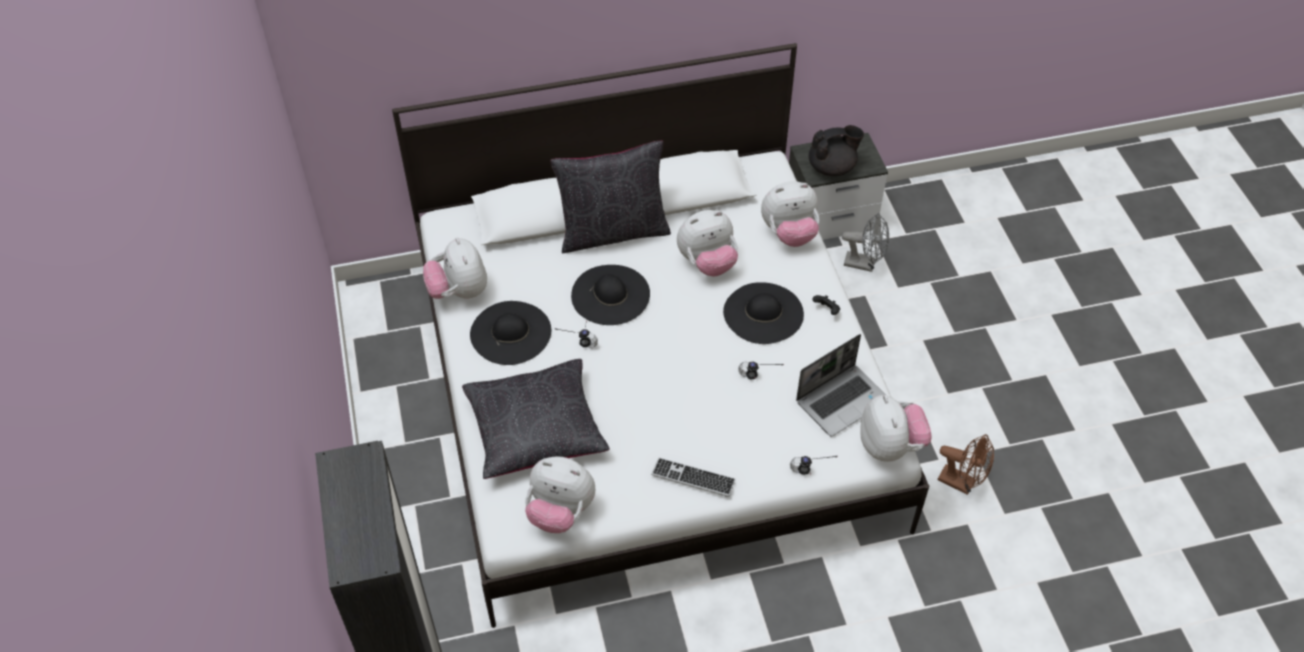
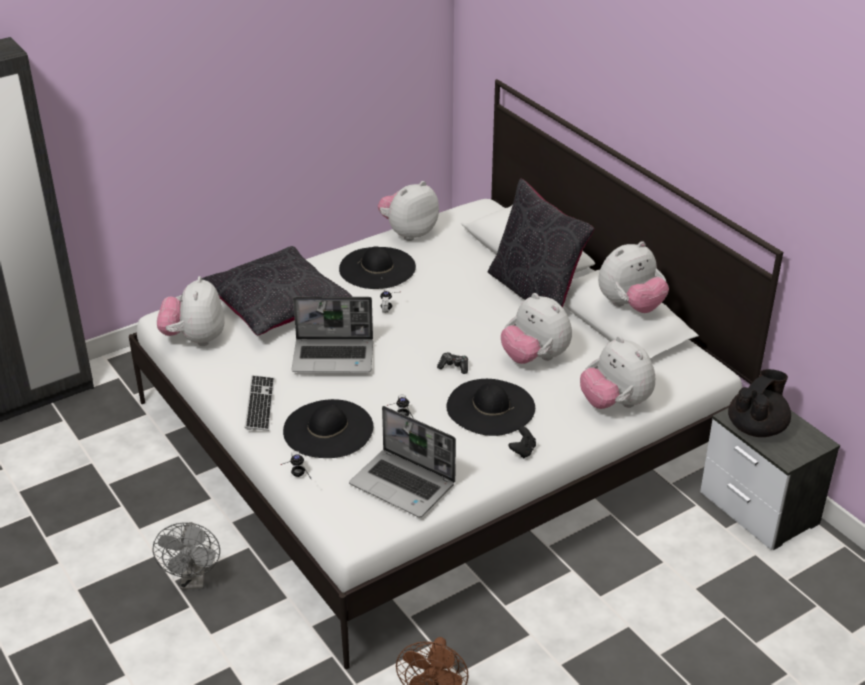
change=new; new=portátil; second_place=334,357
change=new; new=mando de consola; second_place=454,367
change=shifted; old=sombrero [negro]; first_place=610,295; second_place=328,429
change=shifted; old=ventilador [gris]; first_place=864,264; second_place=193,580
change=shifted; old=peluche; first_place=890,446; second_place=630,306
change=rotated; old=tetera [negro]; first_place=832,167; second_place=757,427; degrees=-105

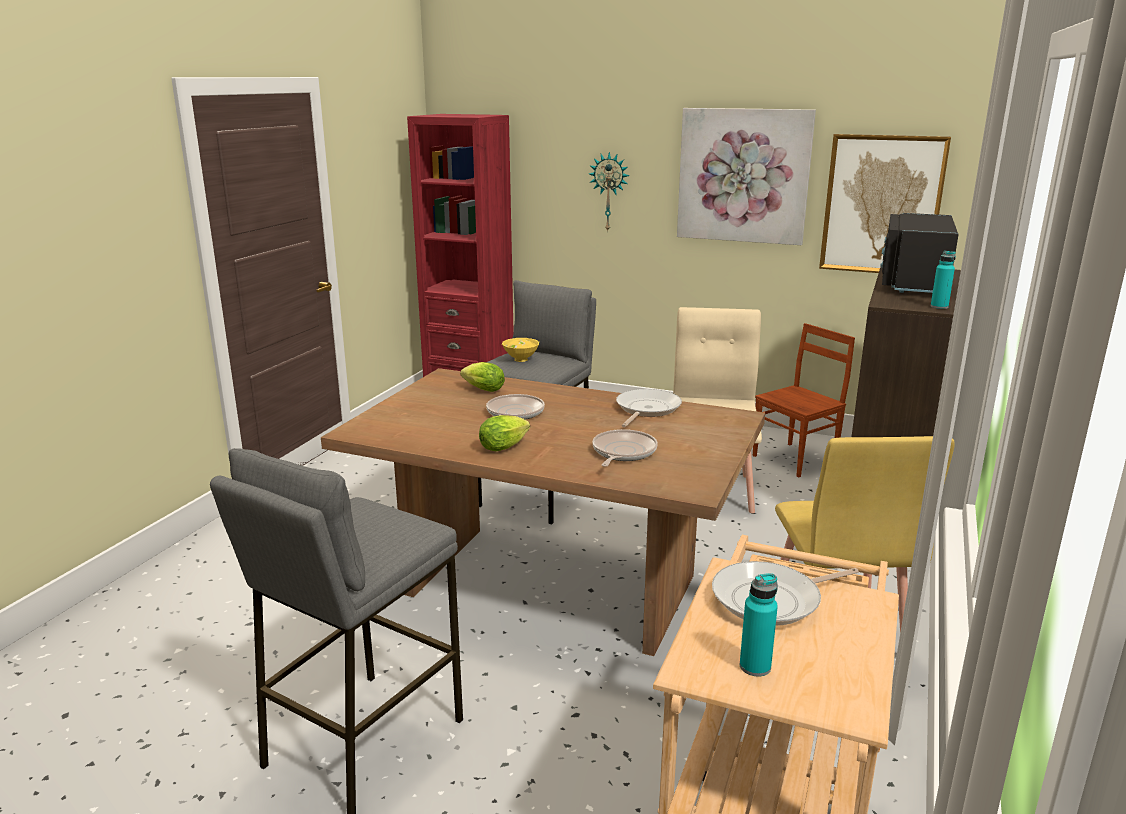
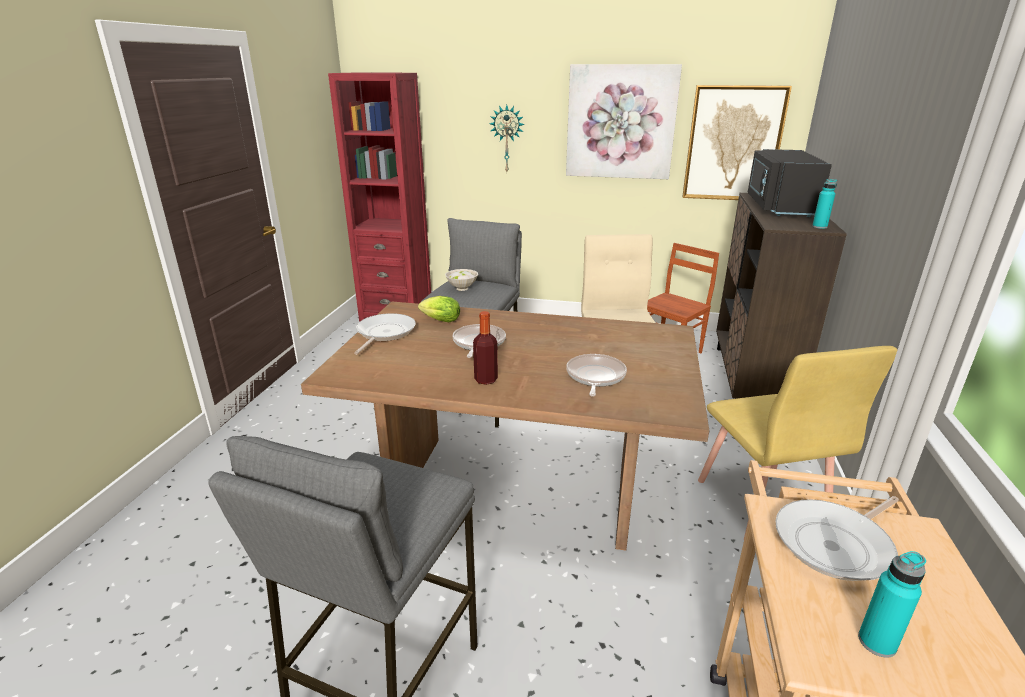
change=shifted; old=sartén; first_place=646,409; second_place=384,333
change=swapped; old=lechuga; new=botella; first_place=506,447; second_place=486,380
change=repainted; old=cuenco [amarillo]; new=cuenco [blanco]; first_place=521,359; second_place=463,288

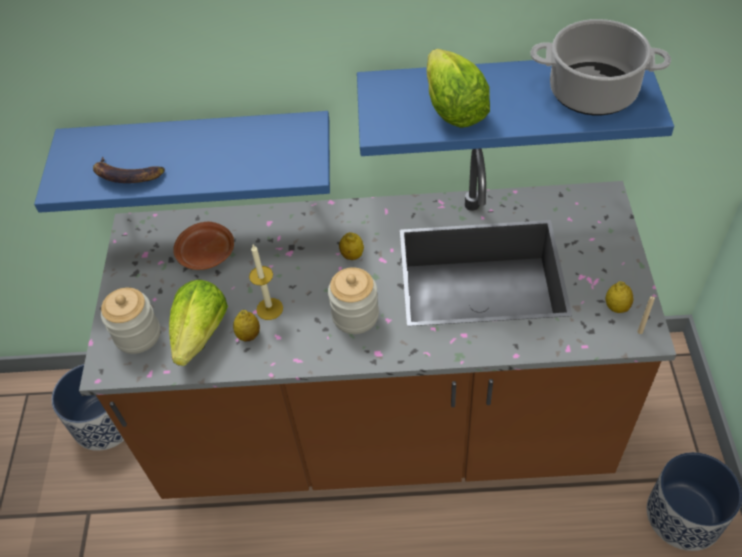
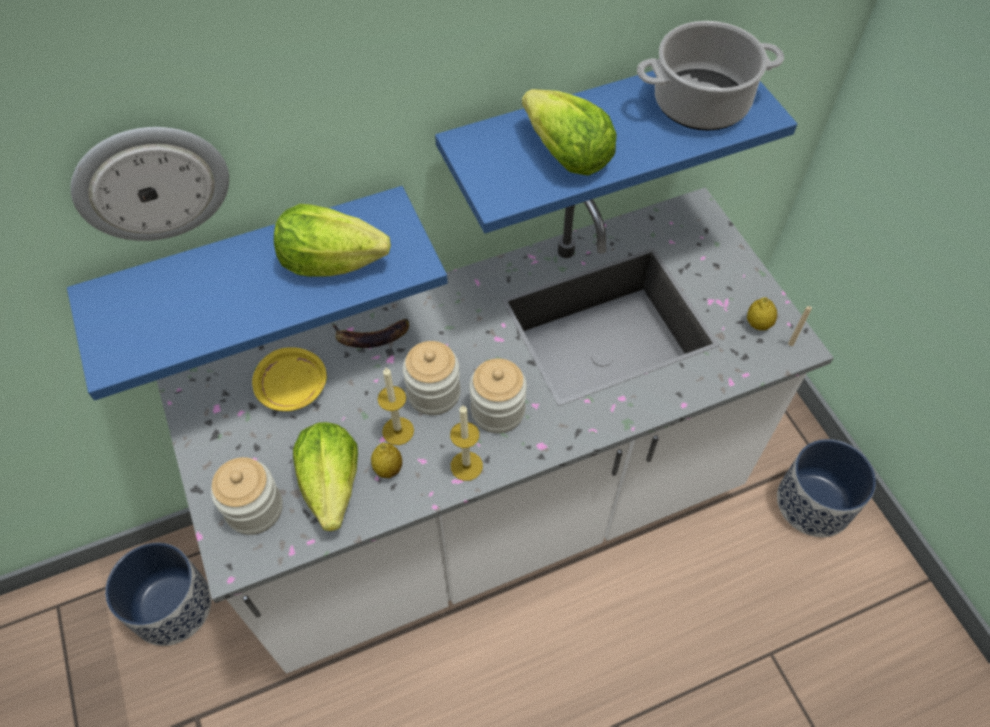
change=gone; old=limón; first_place=352,255
change=new; new=reloj de pared; second_place=151,183
change=new; new=lechuga; second_place=331,262
change=new; new=tarro; second_place=433,393
change=new; new=vela; second_place=466,466
change=shifted; old=plátano; first_place=127,176; second_place=371,337
change=repainted; old=mueble bajo de cocina [marrón]; new=mueble bajo de cocina [blanco]; first_place=384,429; second_place=495,511
change=repainted; old=plato [marrón]; new=plato [amarillo]; first_place=206,254; second_place=292,387

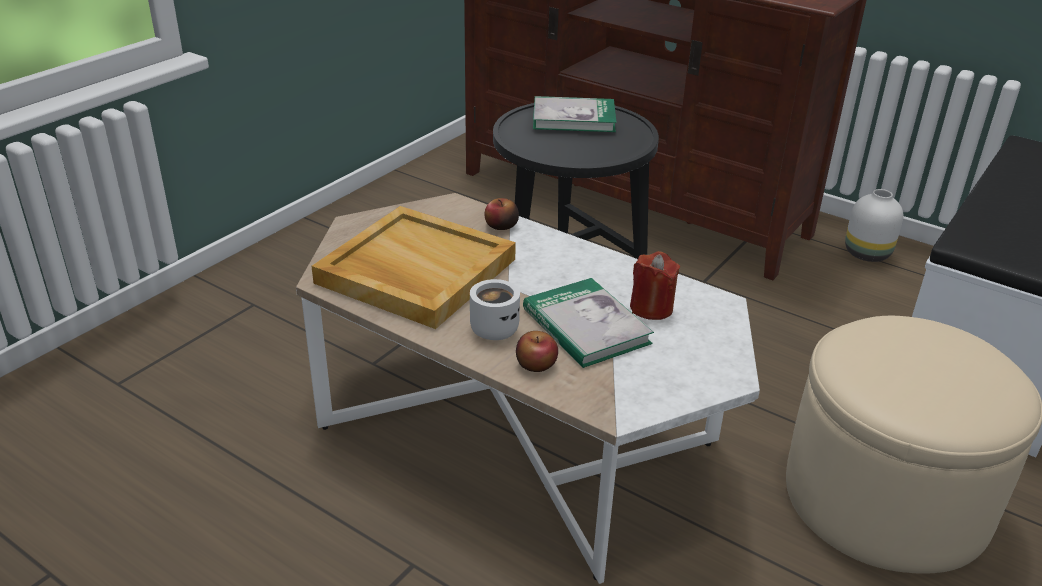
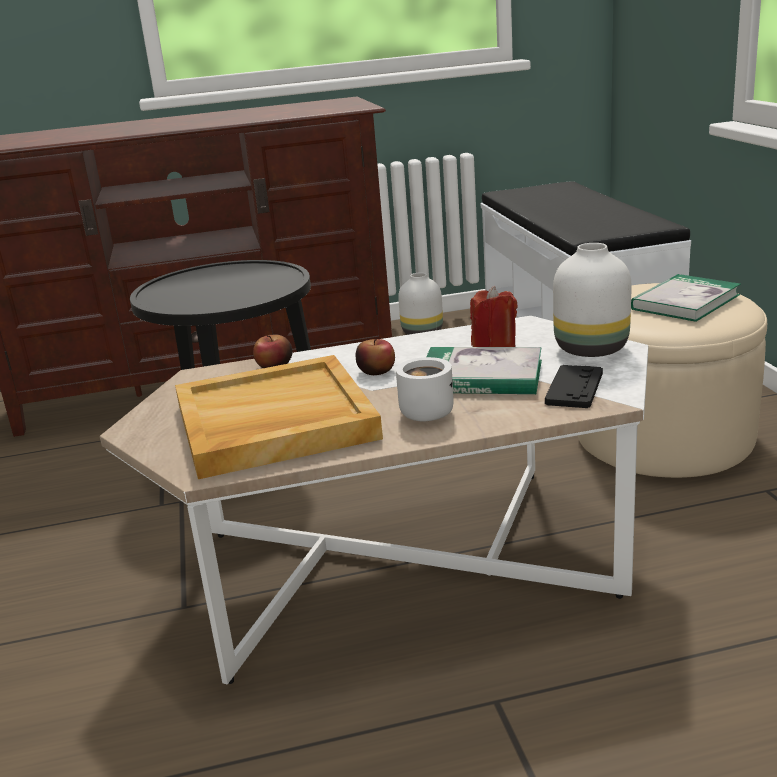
change=new; new=mando de consola [negro]; second_place=574,388
change=new; new=florero [blanco]; second_place=593,349
change=shifted; old=manzana; first_place=536,364; second_place=376,371
change=shifted; old=libro; first_place=573,118; second_place=685,302

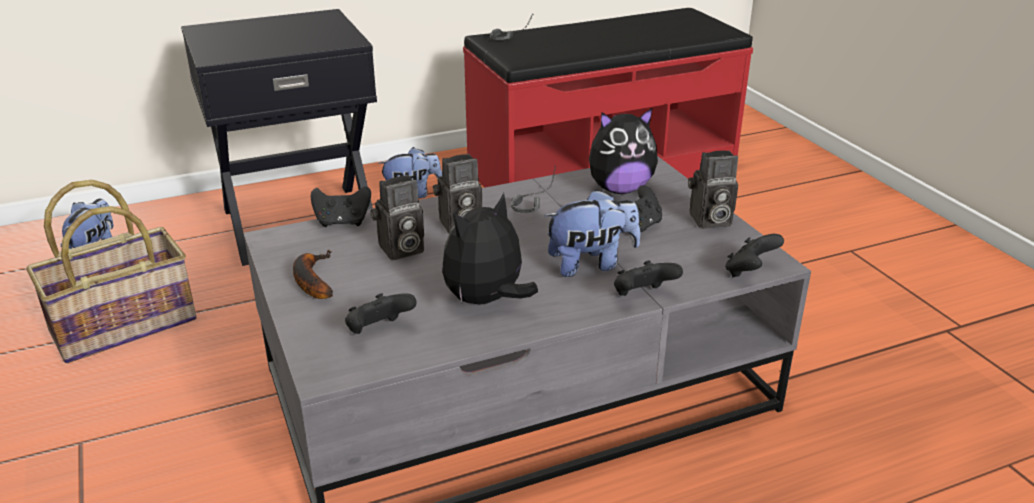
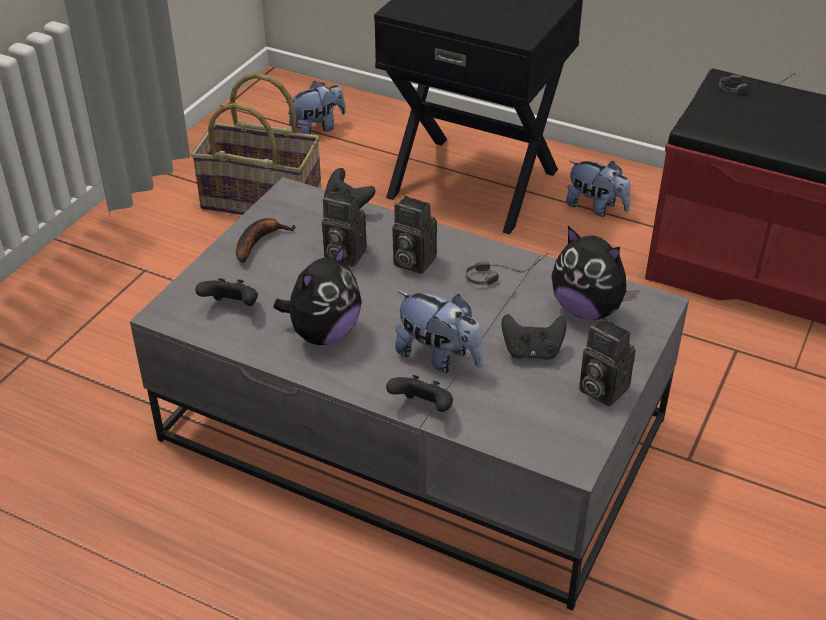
change=gone; old=mando de consola [negro]; first_place=749,272
change=rotated; old=peluche; first_place=486,301; second_place=323,333; degrees=120

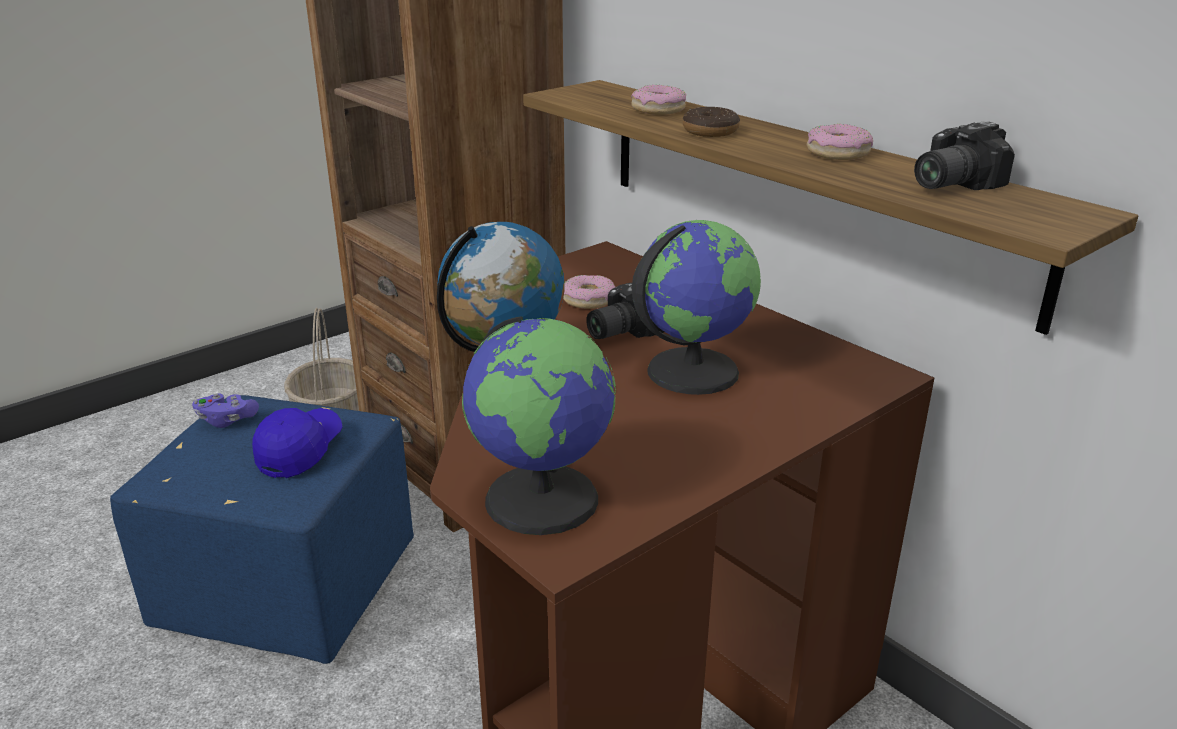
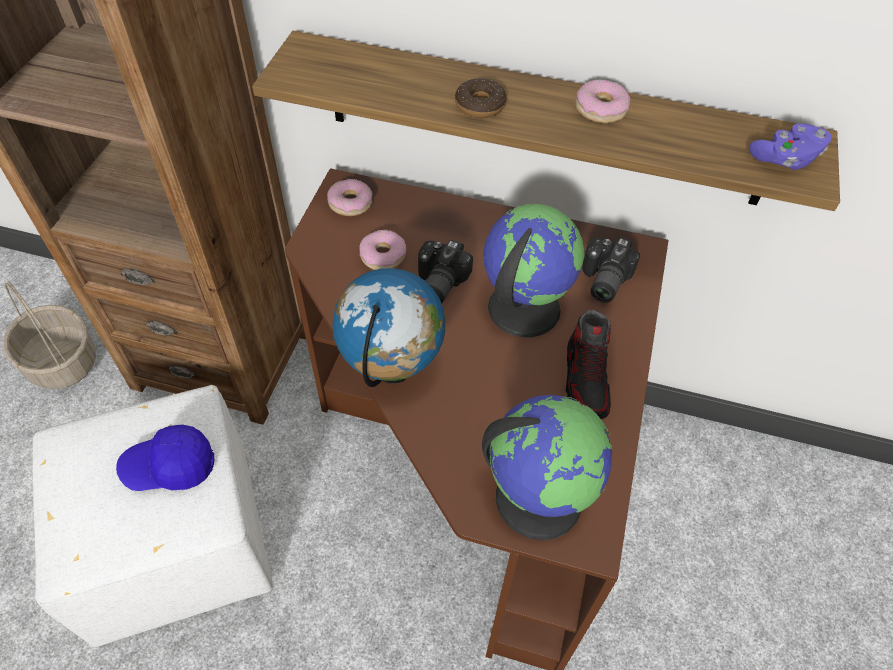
change=new; new=zapato; second_place=586,379
change=shifted; old=mando de consola [morado]; first_place=226,420; second_place=785,158
change=shifted; old=rosquilla; first_place=658,109; second_place=350,203
change=shifted; old=cámara; first_place=947,183; second_place=602,280
change=repainted; old=puf [azul]; new=puf [blanco]; first_place=292,587; second_place=178,541
change=rotated; old=gorra [azul]; first_place=300,451; second_place=170,467; degrees=-90

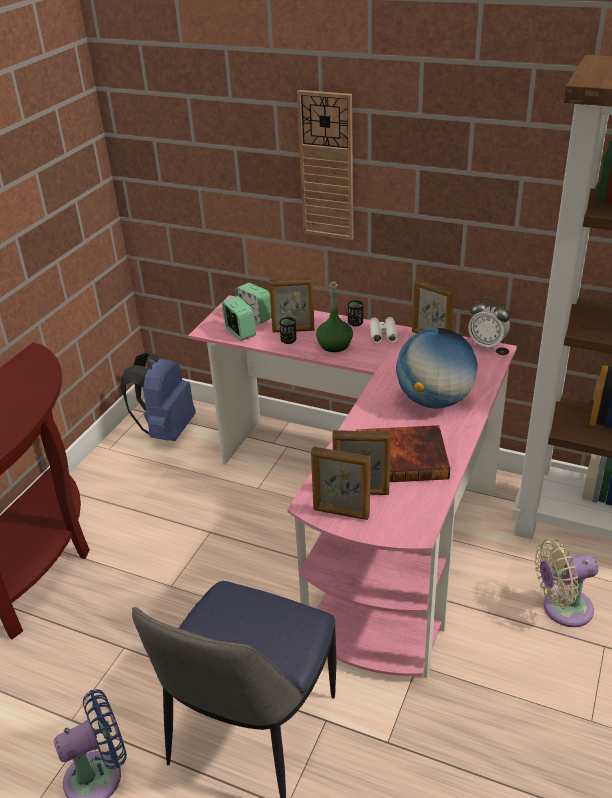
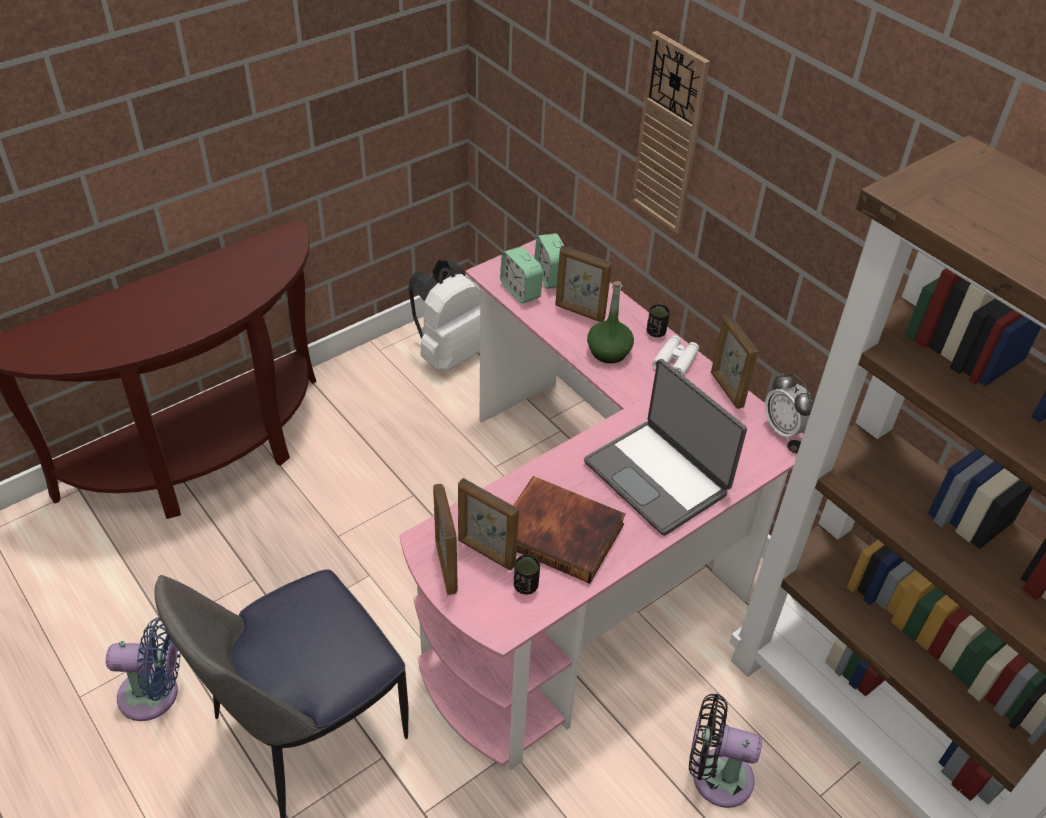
change=shifted; old=taza [negro]; first_place=288,341; second_place=526,586
change=swapped; old=globo terráqueo; new=portátil; first_place=434,401; second_place=658,477
change=repainted; old=mochila [azul]; new=mochila [blanco]; first_place=166,430; second_place=449,353
change=repainted; old=ventilador [beis]; new=ventilador [negro]; first_place=562,609; second_place=715,776
change=rotated; old=despertador; first_place=240,333; second_place=520,291; degrees=150
change=rotated; old=portarretratos; first_place=341,513; second_place=446,567; degrees=-150

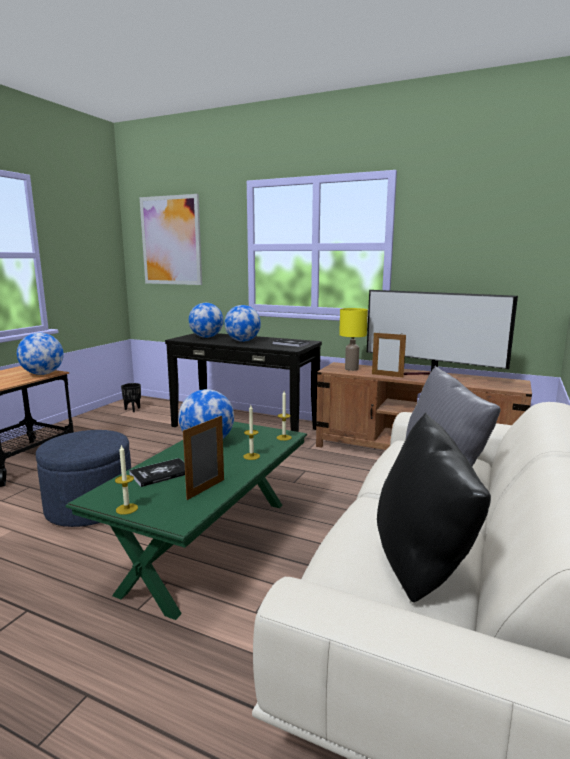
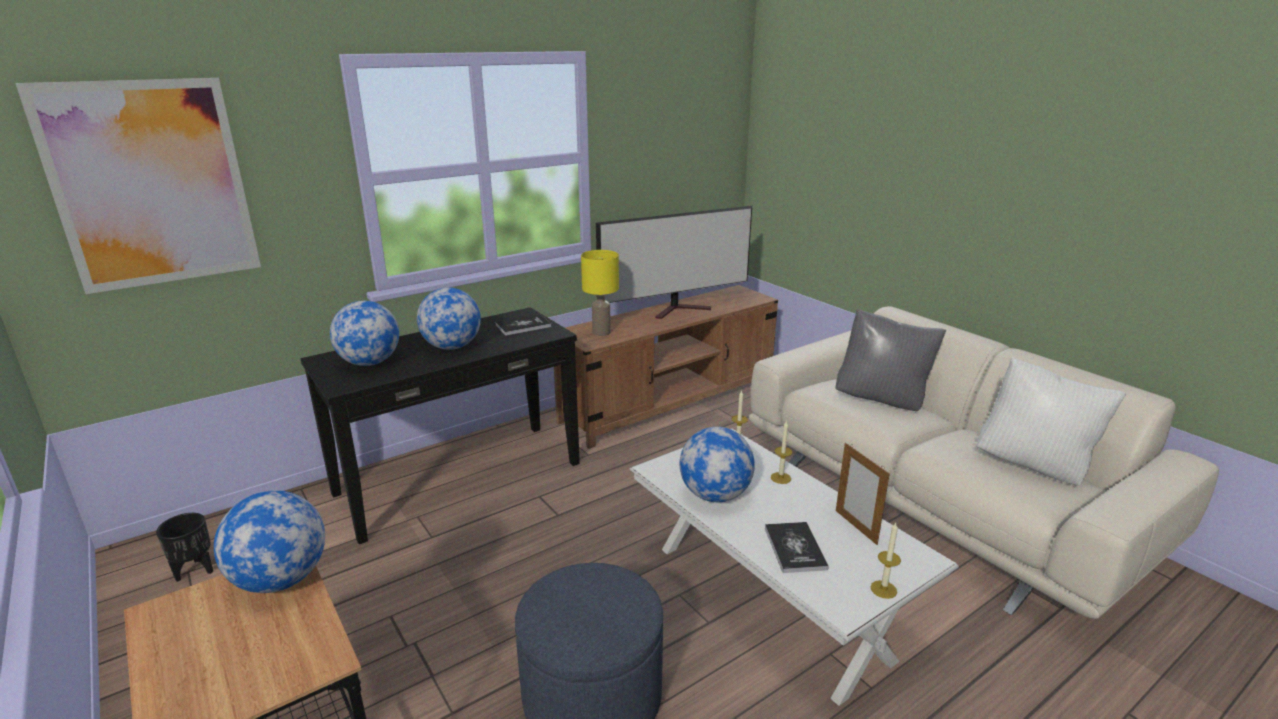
change=gone; old=portarretratos; first_place=387,375
change=repainted; old=mesa de centro [verde]; new=mesa de centro [blanco]; first_place=210,544; second_place=769,600
change=repainted; old=cojín [negro]; new=cojín [blanco]; first_place=423,568; second_place=1034,466

